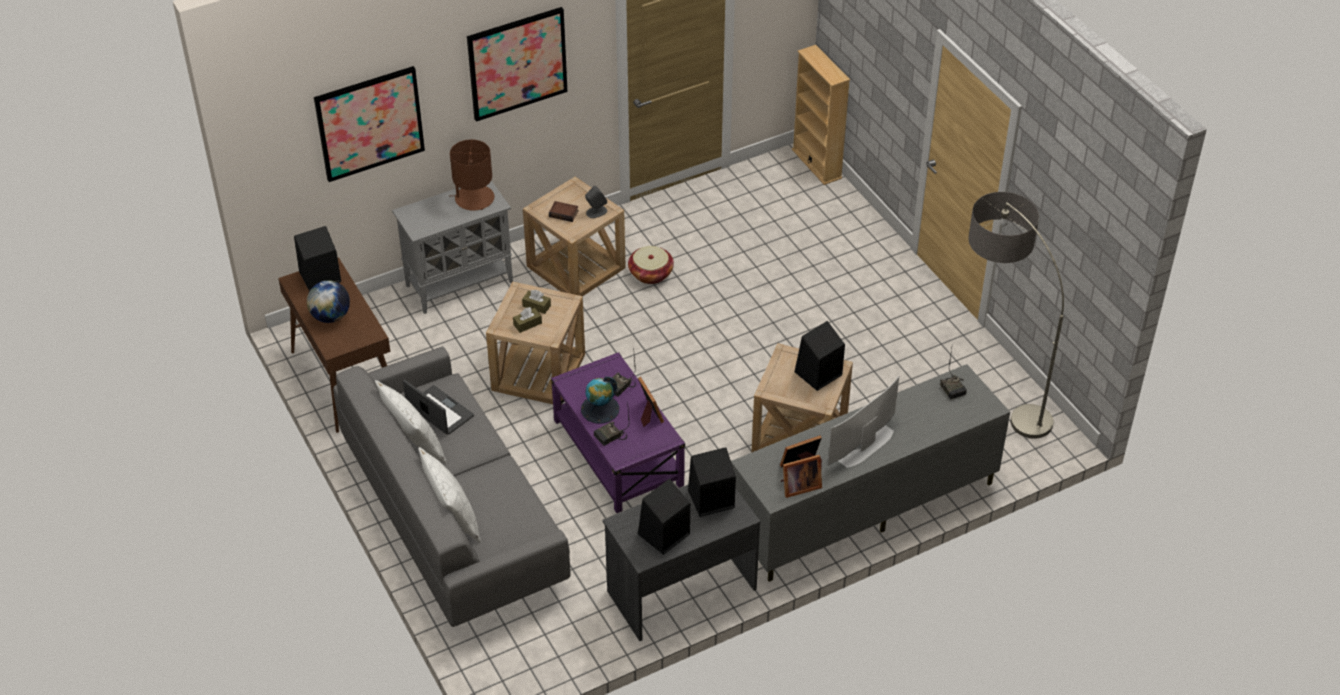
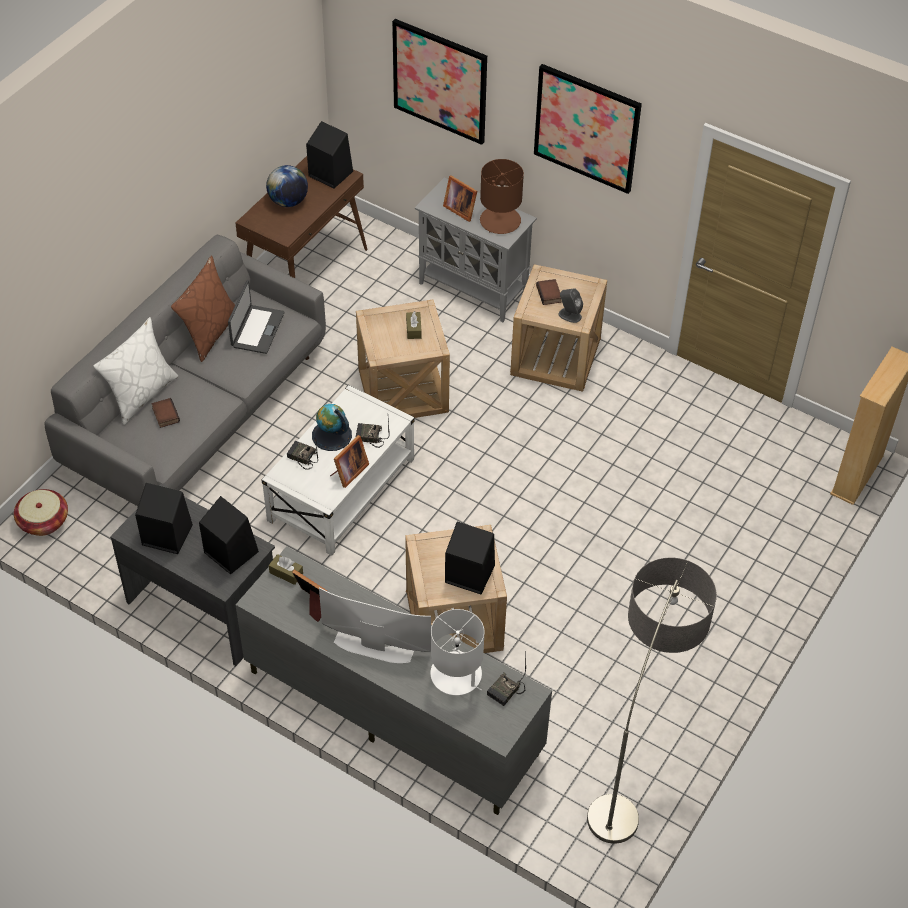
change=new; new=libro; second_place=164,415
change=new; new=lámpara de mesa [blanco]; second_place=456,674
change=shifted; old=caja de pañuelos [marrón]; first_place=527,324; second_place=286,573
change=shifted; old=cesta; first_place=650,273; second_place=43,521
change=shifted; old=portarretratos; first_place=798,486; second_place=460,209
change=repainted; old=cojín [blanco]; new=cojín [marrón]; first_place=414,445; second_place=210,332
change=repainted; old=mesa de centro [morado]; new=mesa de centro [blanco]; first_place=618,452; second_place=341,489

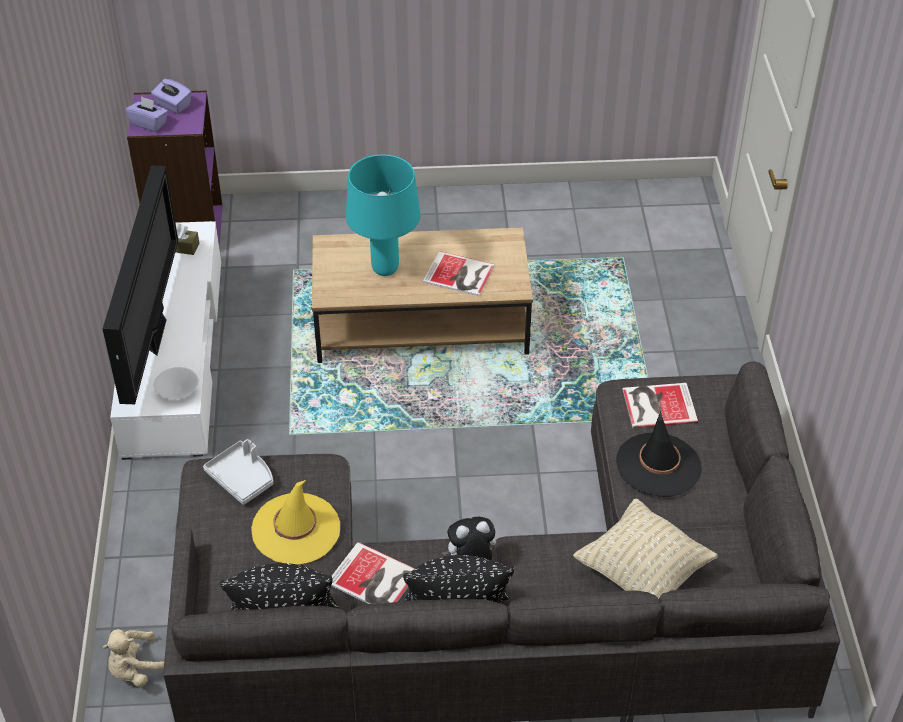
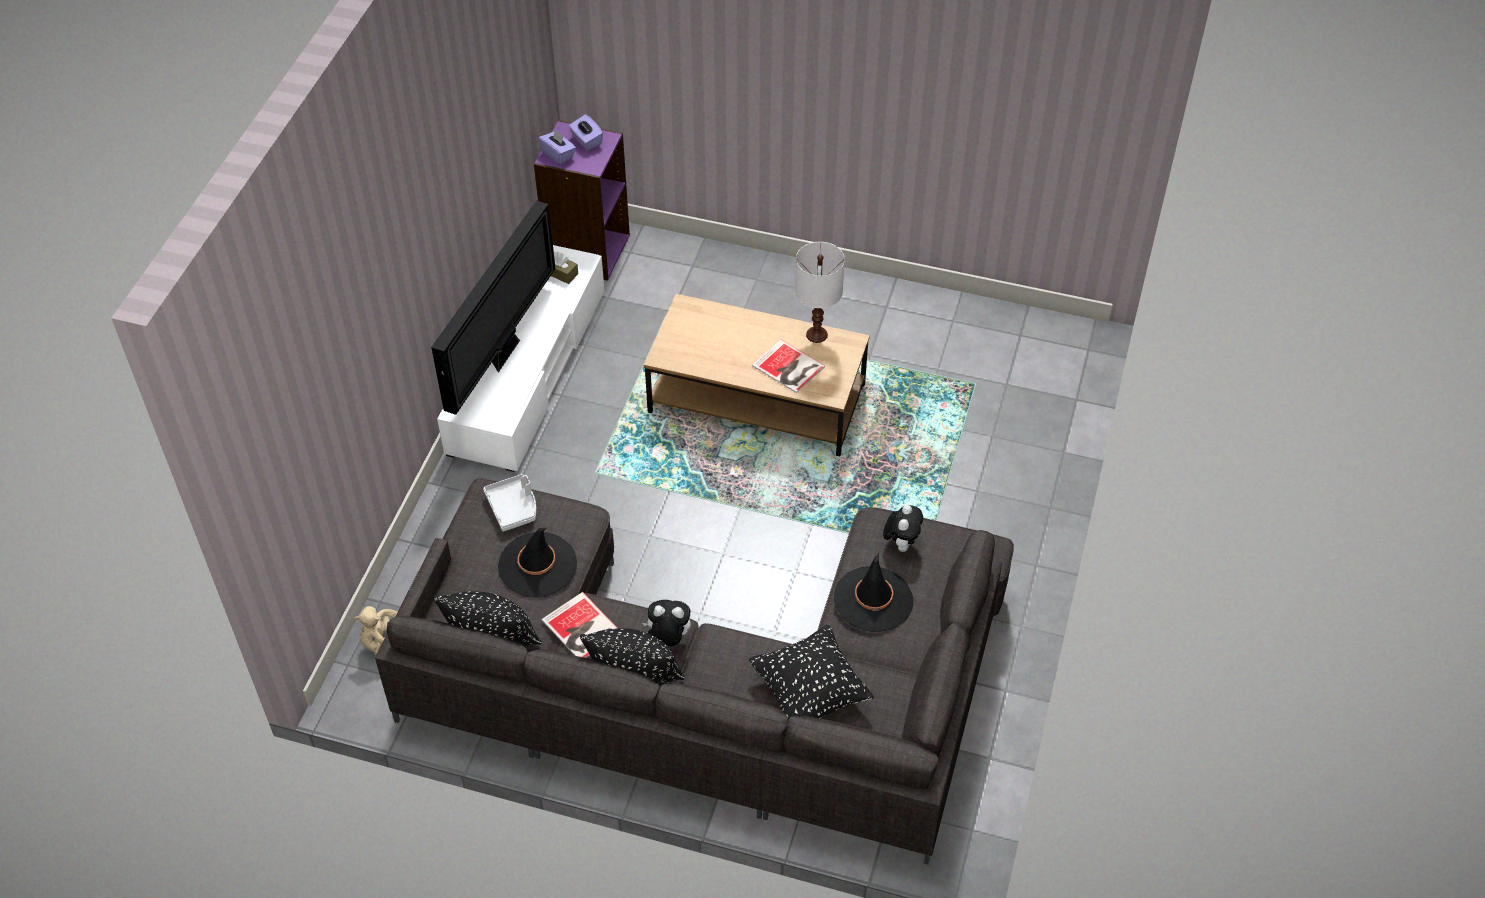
change=gone; old=cuenco [blanco]; first_place=177,390
change=gone; old=lámpara de mesa [turquesa]; first_place=386,269
change=new; new=lámpara de mesa [blanco]; second_place=816,335
change=swapped; old=libro; new=peluche; first_place=657,405; second_place=901,543
change=repainted; old=sombrero [amarillo]; new=sombrero [negro]; first_place=296,529; second_place=537,565
change=repainted; old=cojín [beis]; new=cojín [negro]; first_place=642,573; second_place=810,692

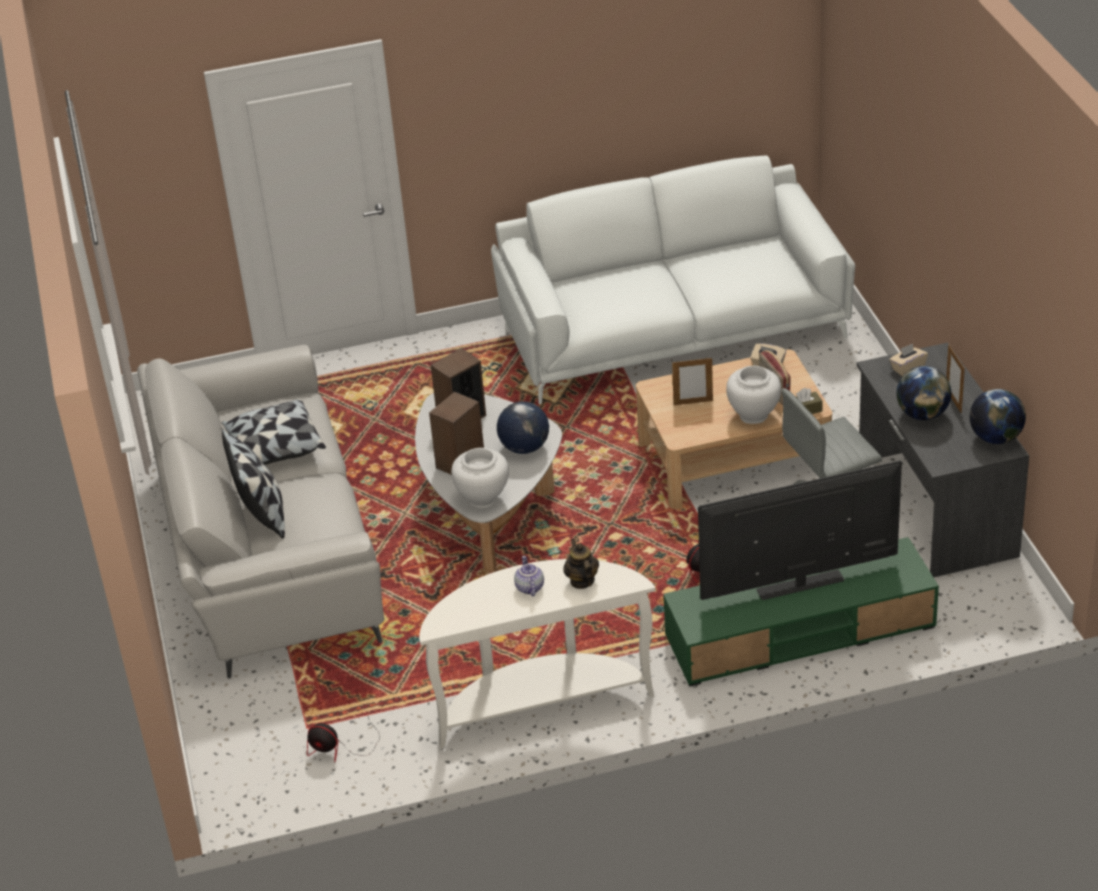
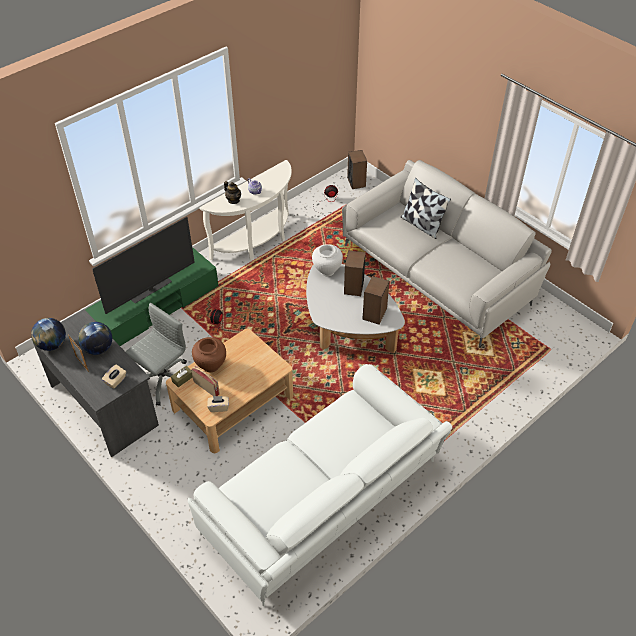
change=gone; old=cojín; first_place=274,448
change=gone; old=globo terráqueo; first_place=524,448
change=gone; old=portarretratos; first_place=693,402
change=new; new=altavoz; second_place=356,182
change=repainted; old=florero [blanco]; new=florero [marrón]; first_place=753,415; second_place=211,365

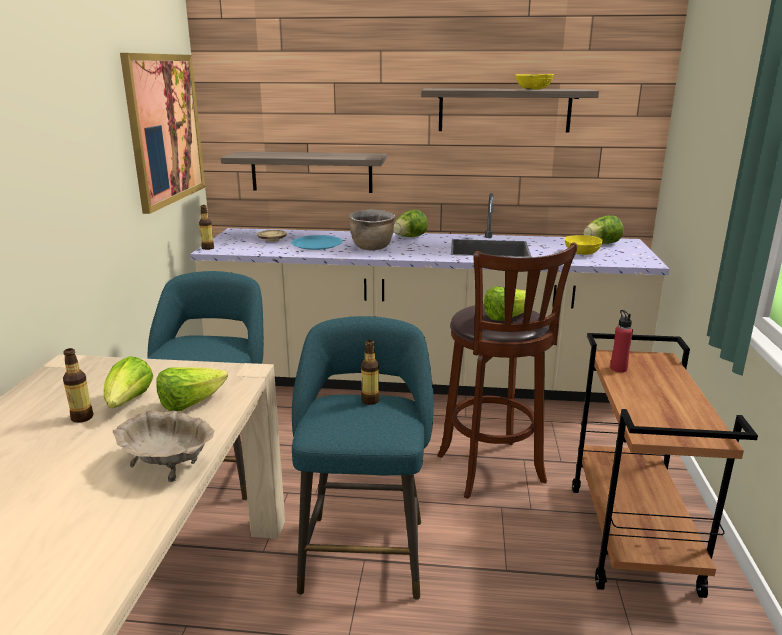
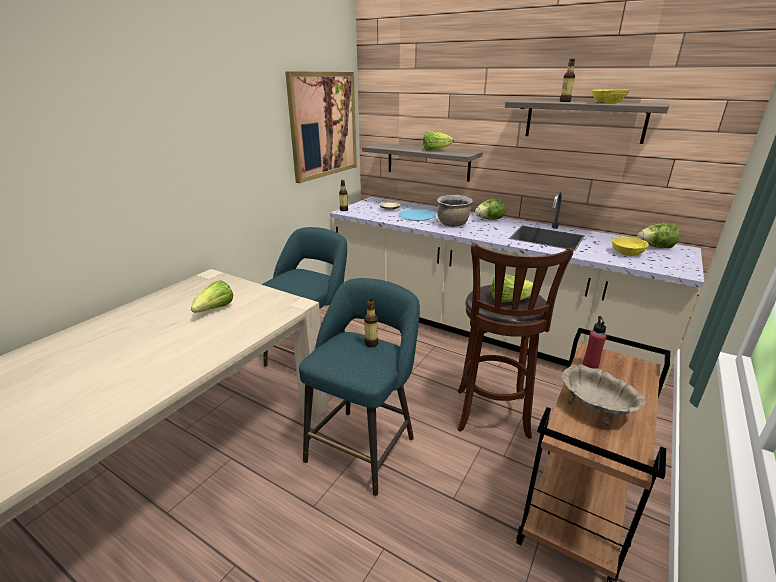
change=shifted; old=botella; first_place=82,418; second_place=565,101
change=shifted; old=cuenco [beis]; first_place=169,464; second_place=595,408
change=shifted; old=lechuga; first_place=190,404; second_place=435,150

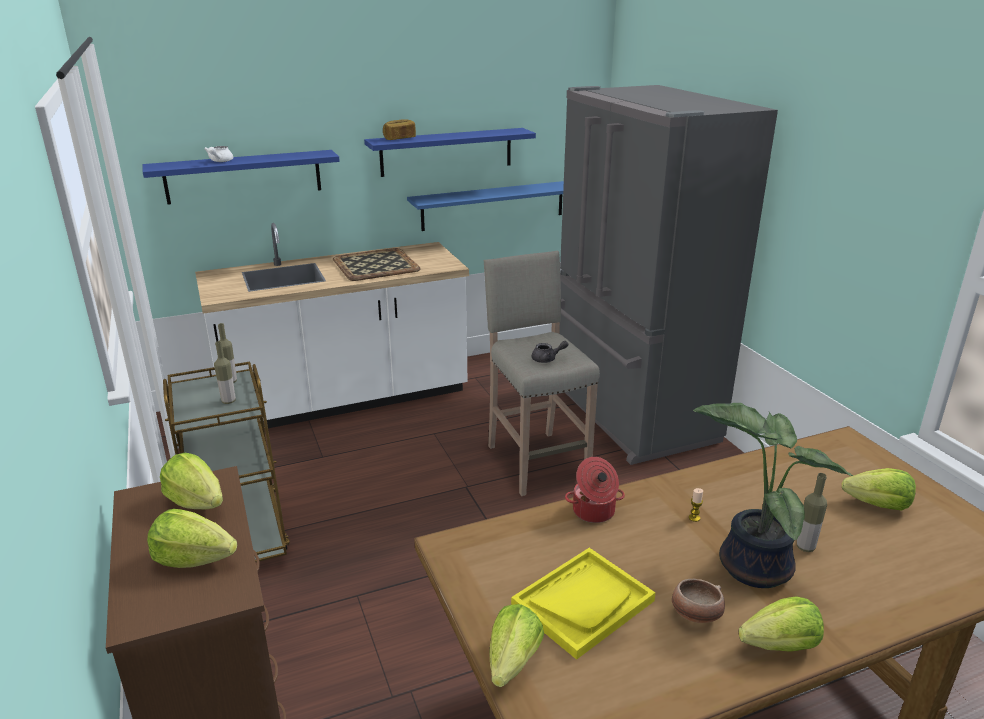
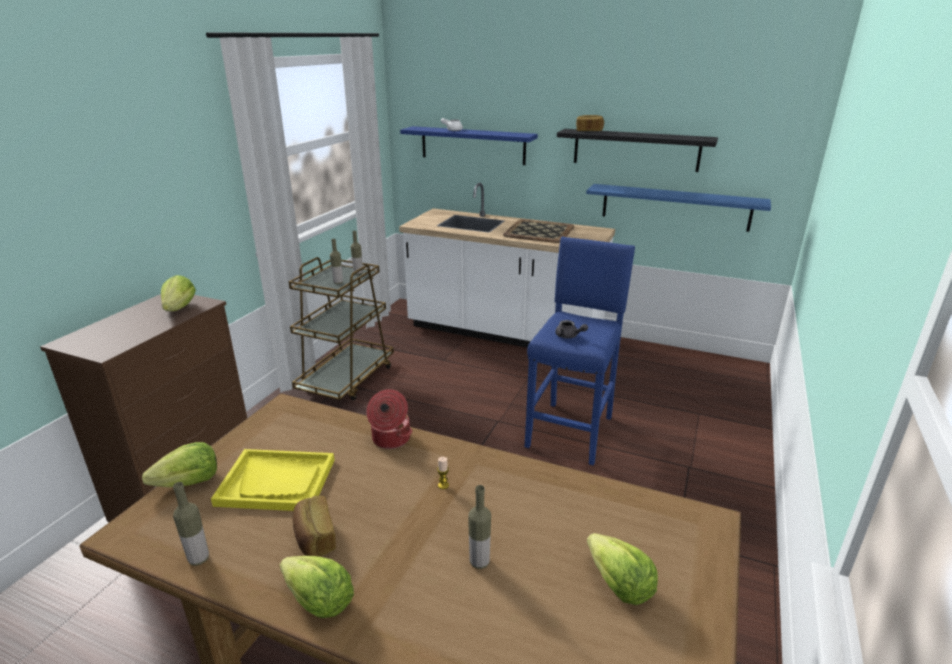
change=gone; old=lechuga; first_place=194,559
change=gone; old=nevera [gris]; first_place=629,414
change=gone; old=planta en maceta; first_place=750,565
change=new; new=botella; second_place=199,559
change=swapped; old=cuenco; new=pan; first_place=695,614; second_place=314,538
change=repainted; old=estante [azul]; new=estante [negro]; first_place=446,152; second_place=635,150
change=repainted; old=taburete [beis]; new=taburete [azul]; first_place=536,461; second_place=571,430

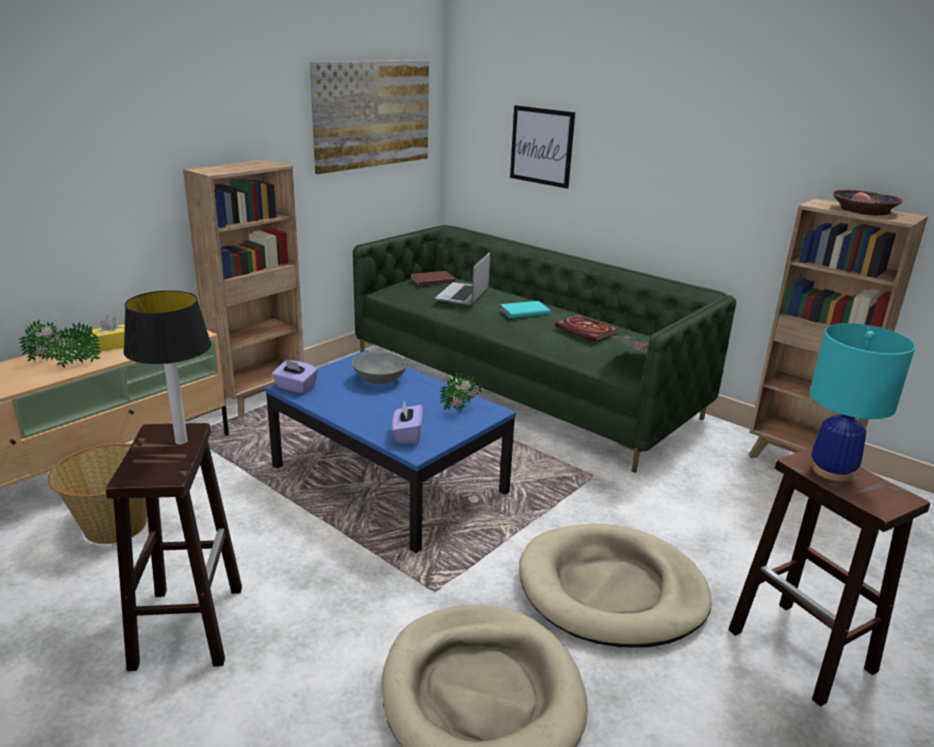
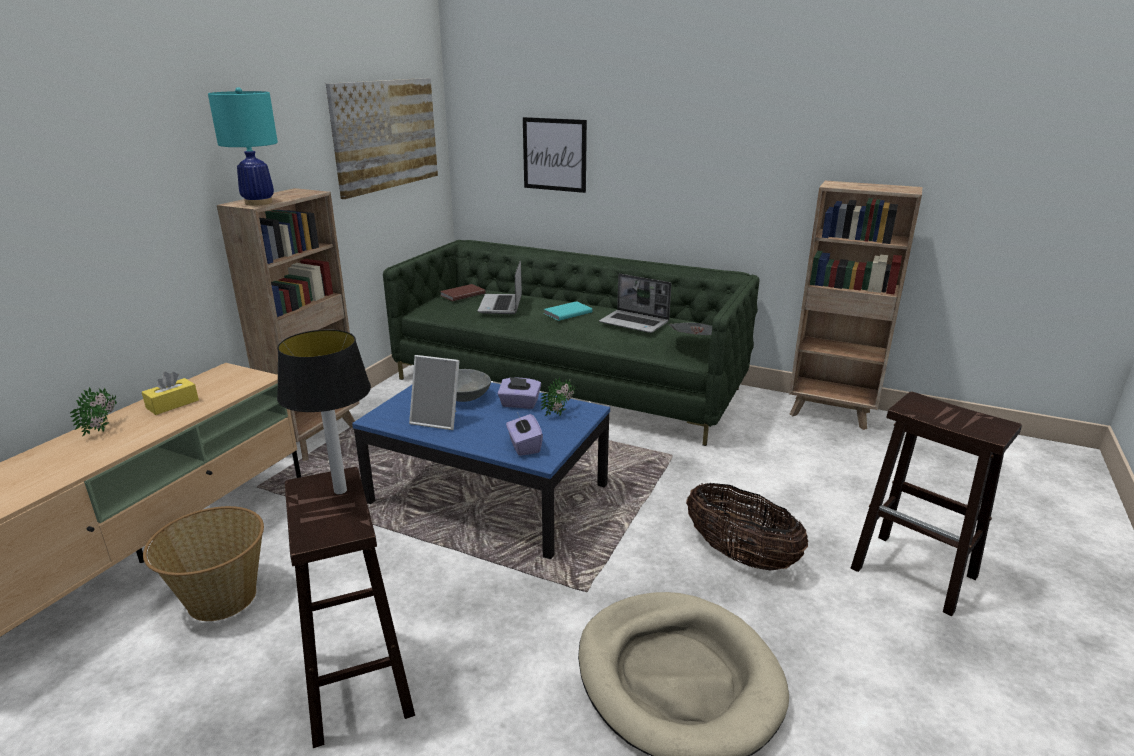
change=gone; old=planta en maceta; first_place=76,365
change=gone; old=cuenco; first_place=863,210
change=new; new=portarretratos; second_place=438,420
change=shifted; old=caja de pañuelos [morado]; first_place=295,388; second_place=519,404
change=shifted; old=lámpara de mesa [turquesa]; first_place=832,471; second_place=259,202
change=swapped; old=cama para perro [beis]; new=cesta; first_place=611,590; second_place=740,555
change=swapped; old=libro; new=portátil; first_place=588,331; second_place=635,323

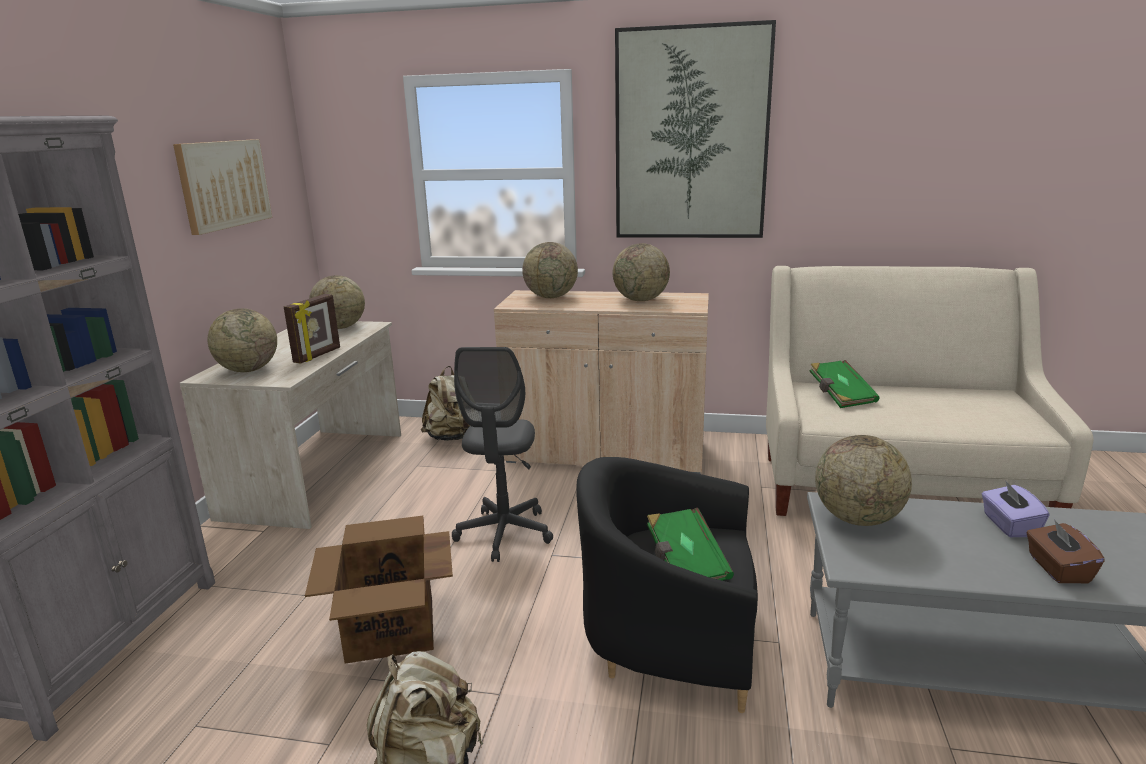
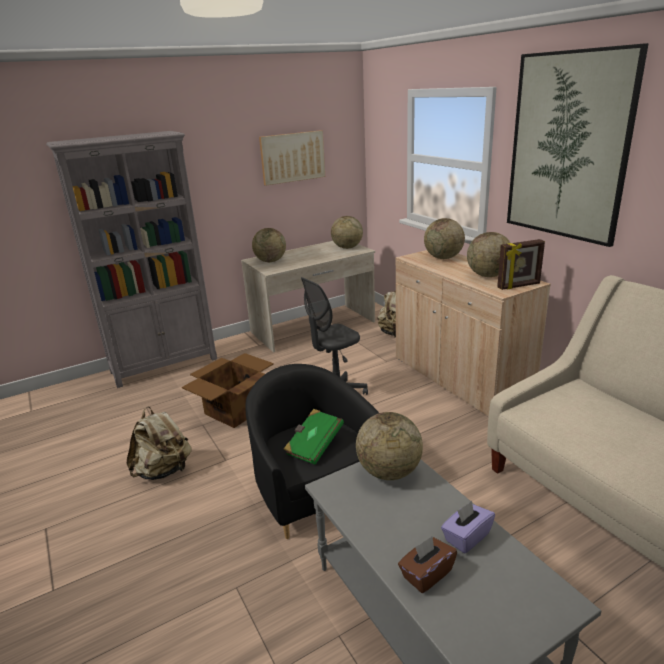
change=gone; old=libro [verde]; first_place=840,396
change=shifted; old=portarretratos; first_place=318,355; second_place=519,286

